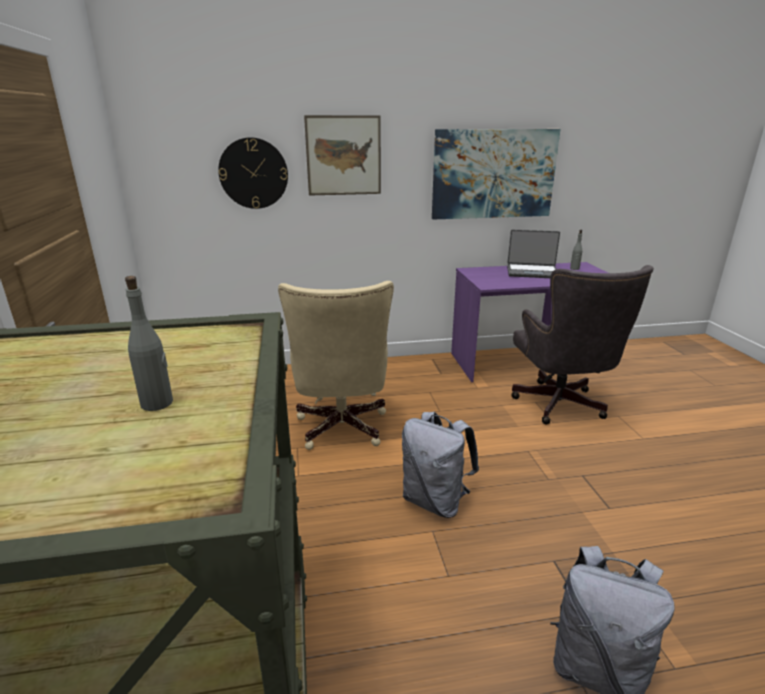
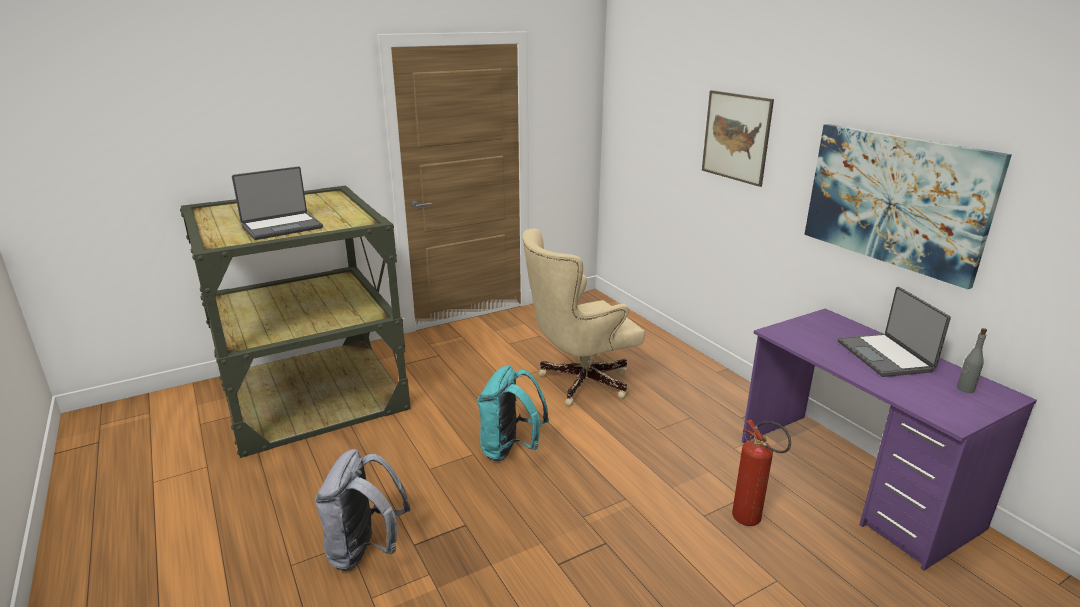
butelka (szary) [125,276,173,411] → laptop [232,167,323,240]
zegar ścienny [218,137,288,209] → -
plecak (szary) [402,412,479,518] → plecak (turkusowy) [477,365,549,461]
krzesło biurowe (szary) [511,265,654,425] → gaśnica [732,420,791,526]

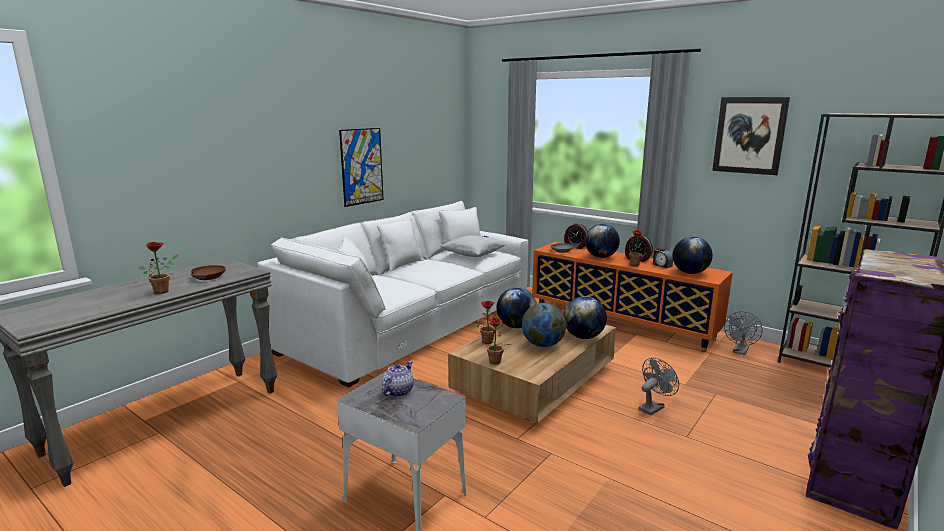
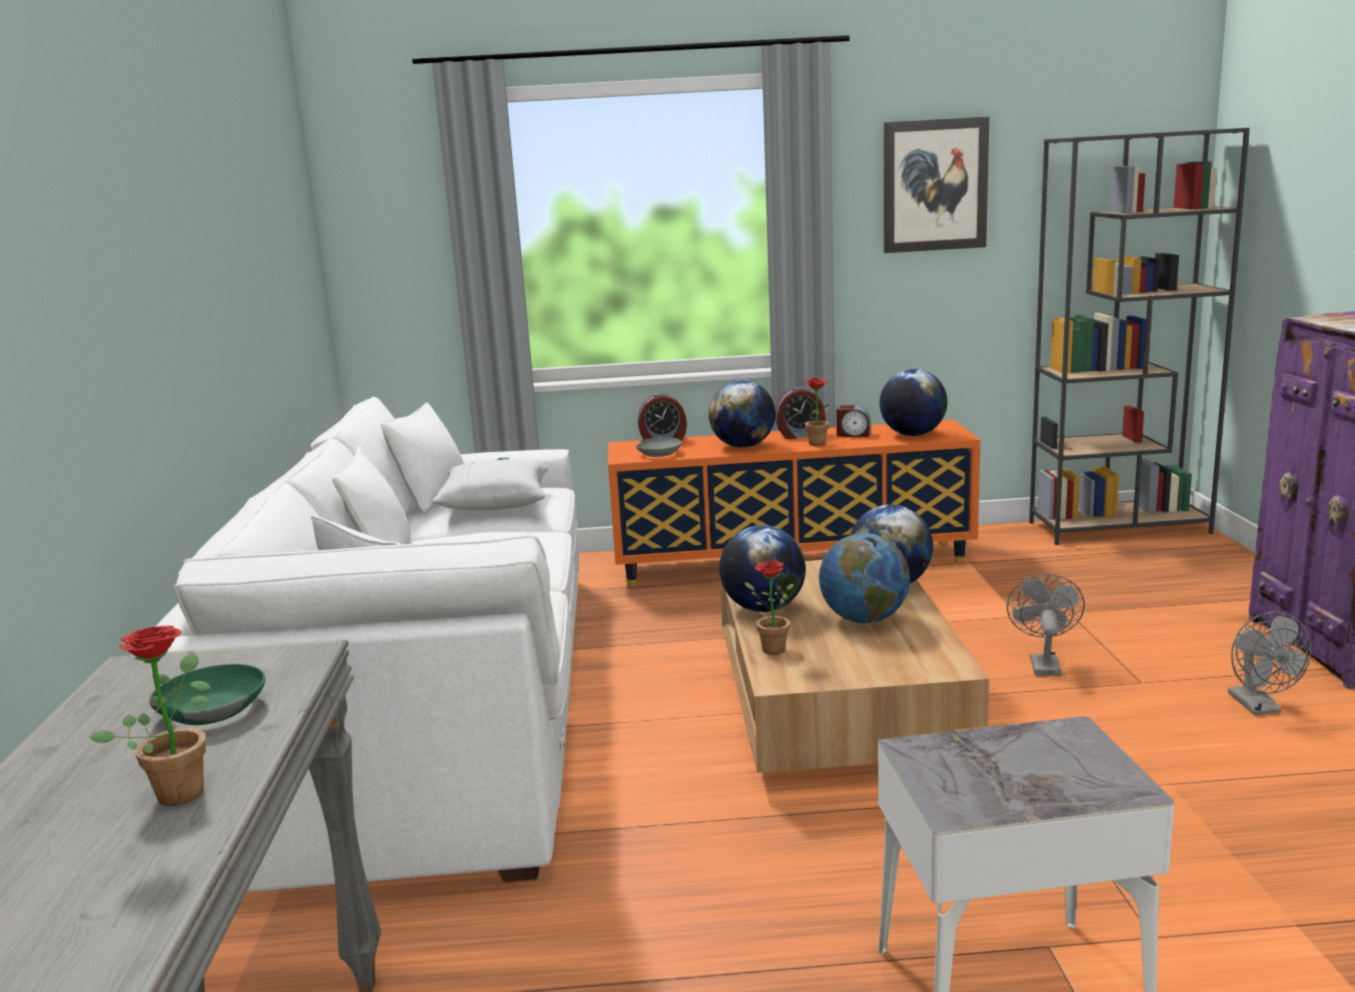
miska (brązowy) [191,265,226,280] → miska (zielony) [149,664,265,725]
obraz [339,128,384,207] → -
imbryk [382,361,414,397] → -
roślina doniczkowa [479,317,511,364] → -
wentylator (szary) [724,311,762,355] → wentylator (szary) [1228,612,1312,715], moved

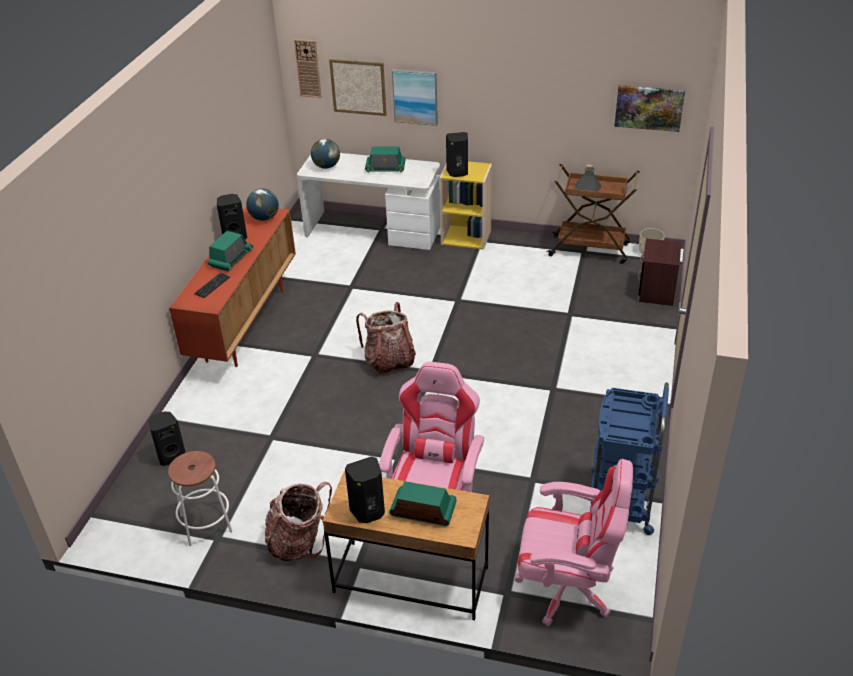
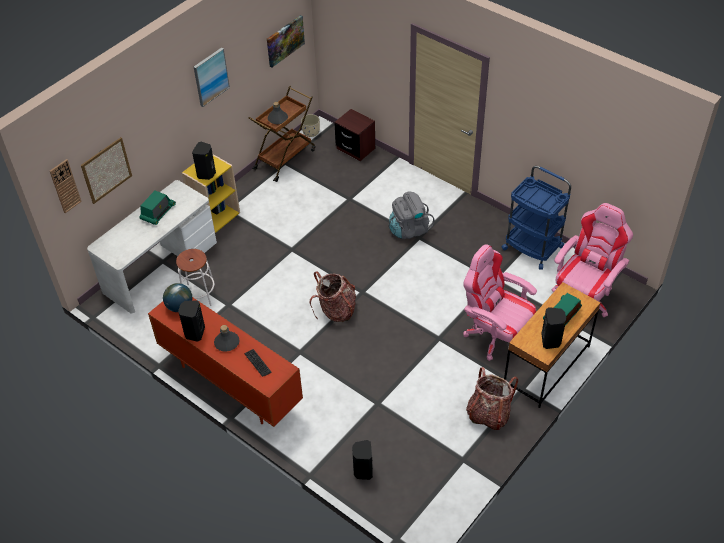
stołek (biały) [168,451,232,546] → stołek (biały) [176,249,215,306], moved
radio [208,231,253,271] → butelka (szary) [214,325,240,352]
globus [311,139,340,169] → -
obraz [392,69,438,126] → obraz [194,48,230,107], moved
- → plecak (szary) [389,191,435,239]

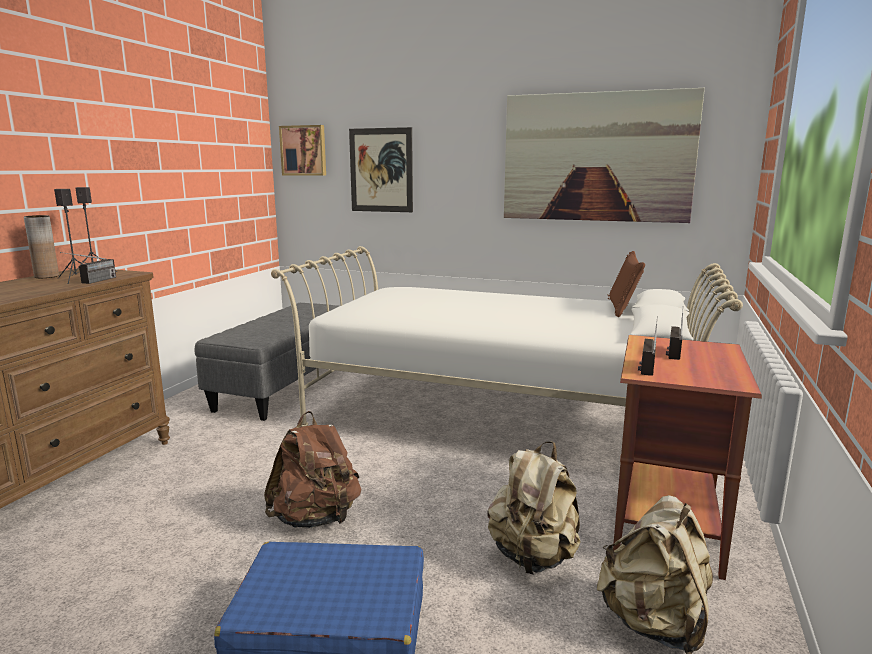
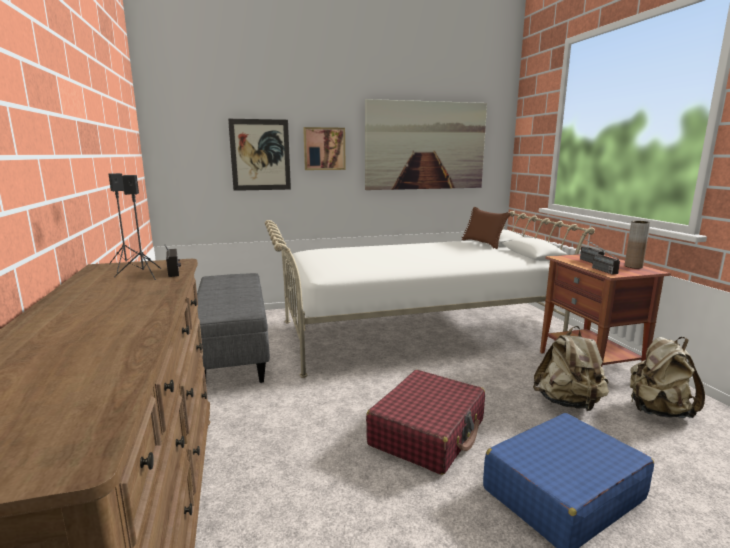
wazon (brązowy) [24,215,59,278] → wazon (brązowy) [625,221,650,269], moved
plecak (brązowy) [264,411,361,528] → walizka (czerwony) [366,370,485,475]
obraz [279,125,326,176] → obraz [303,127,346,170], moved

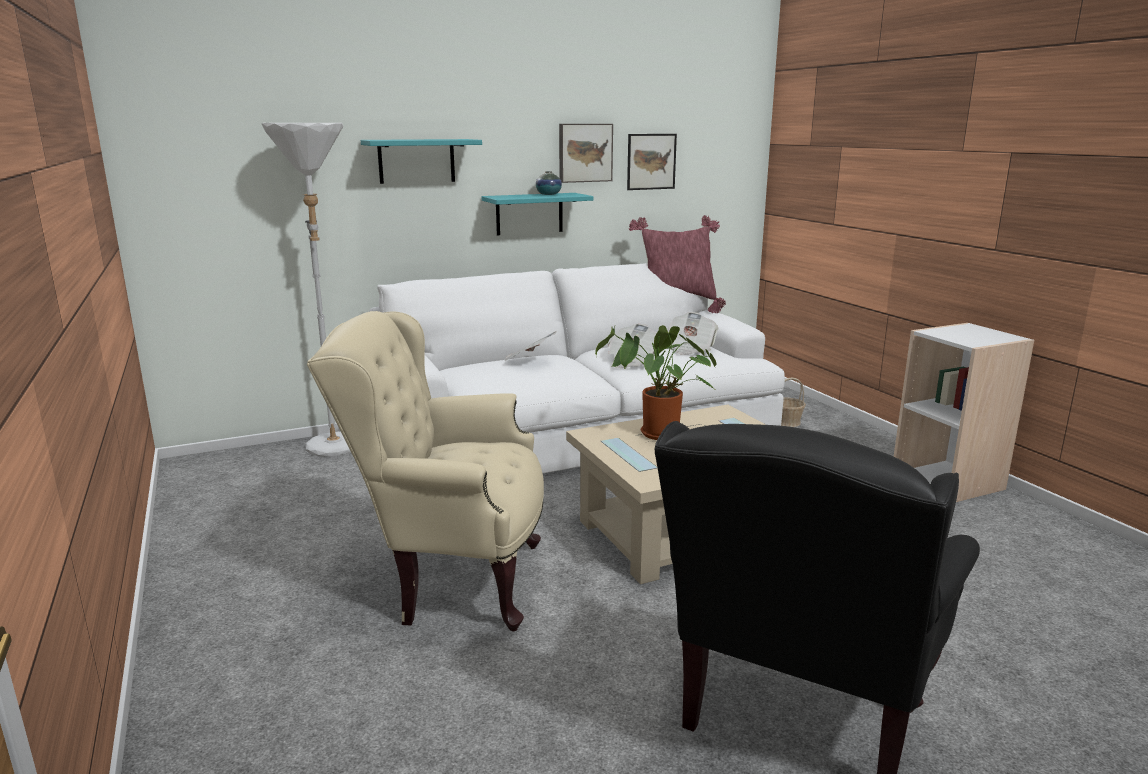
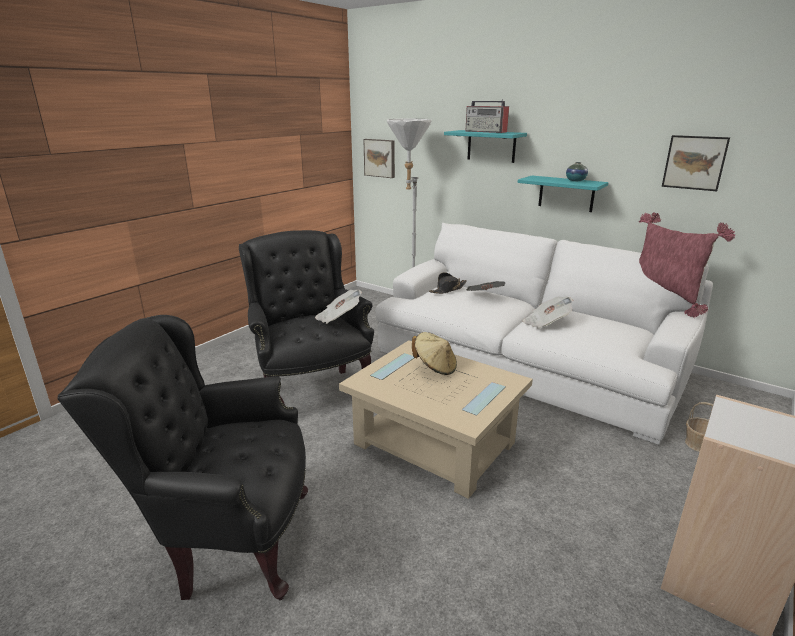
fotel (beżowy) [307,311,544,632] → fotel (czarny) [239,230,374,405]
obraz [559,124,613,183] → obraz [363,139,395,178], moved
roślina doniczkowa [595,325,717,440] → kapelusz (beżowy) [412,332,457,375]
gazeta [667,312,719,355] → gazeta [315,290,362,324], moved
- → kapelusz (czarny) [429,272,467,294]
- → radio [466,99,509,133]

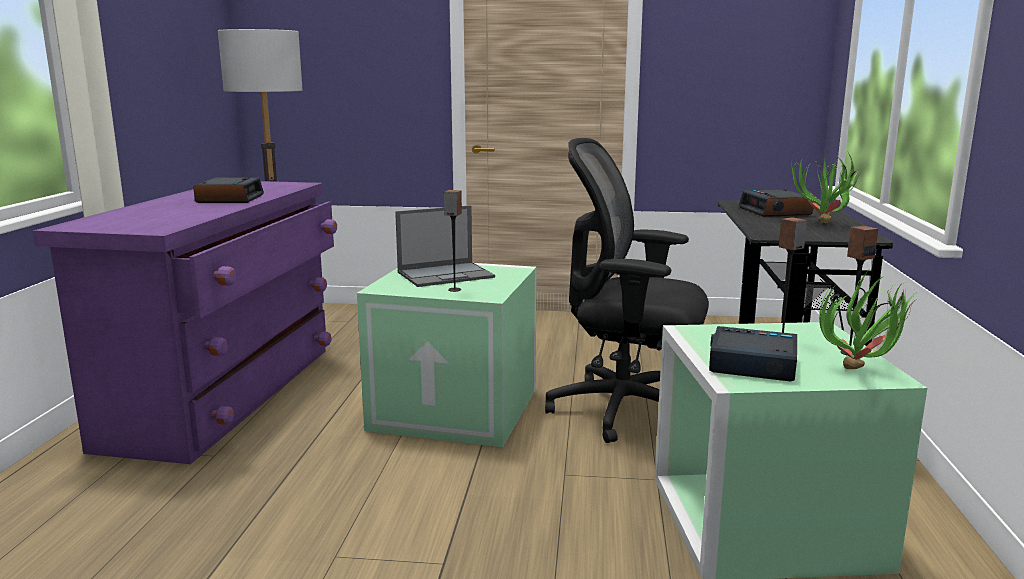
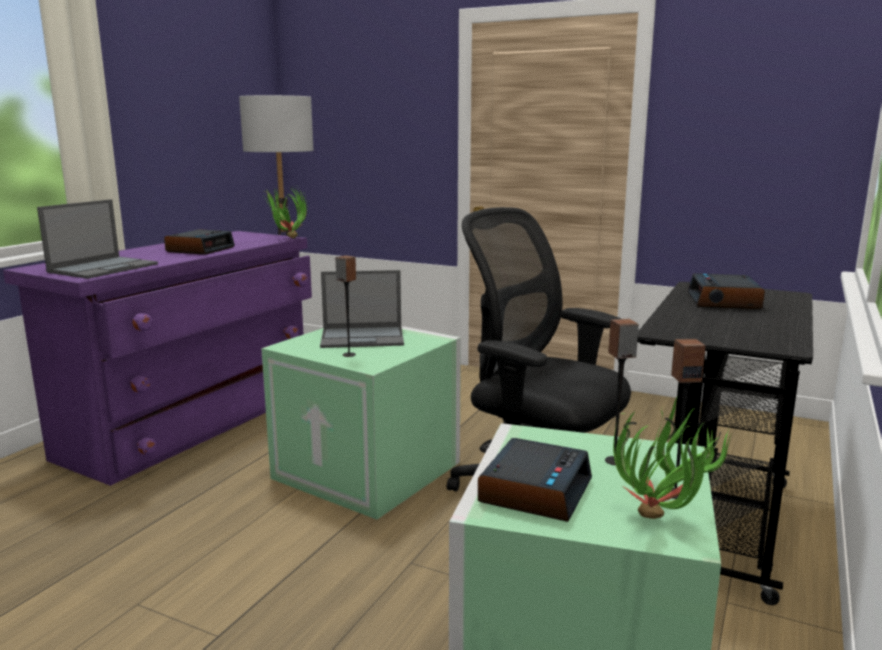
budzik [709,326,797,382] → budzik [478,438,592,522], 75 degrees clockwise
roślina doniczkowa [792,152,861,223] → roślina doniczkowa [262,187,307,238], moved
- → laptop [37,199,158,279]

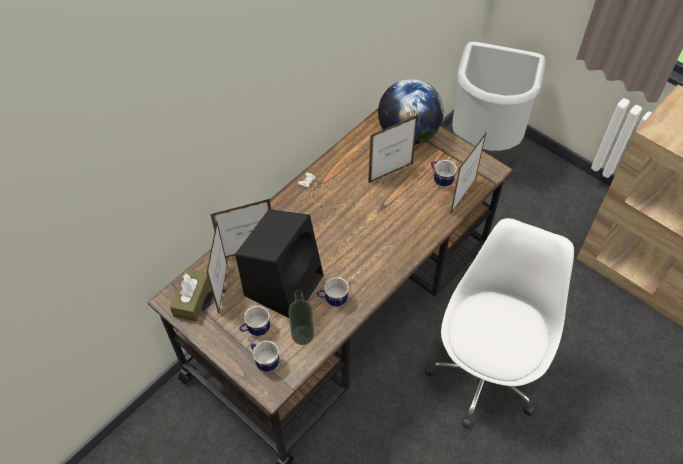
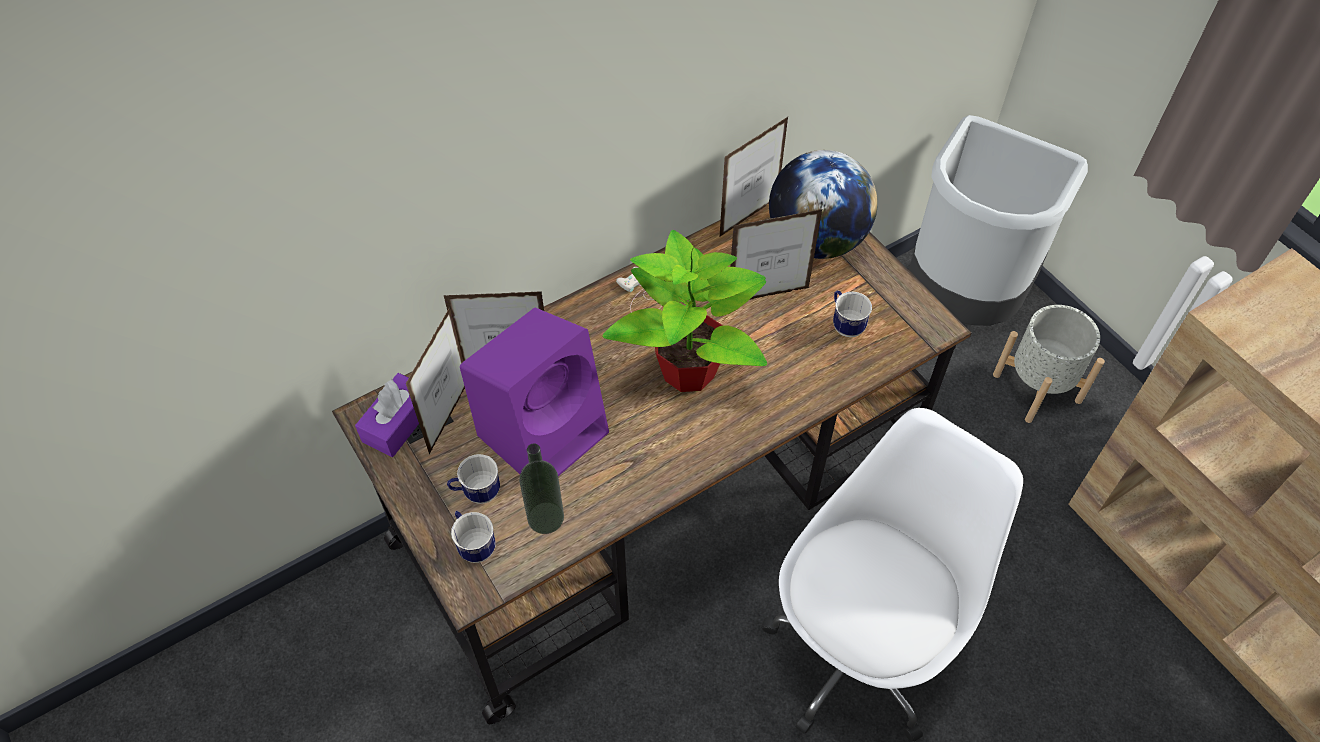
pudełko chusteczek (brązowy) [170,269,210,321] → pudełko chusteczek (fioletowy) [355,373,419,457]
głośnik (czarny) [235,209,324,318] → głośnik (fioletowy) [460,308,609,476]
kubek [317,277,349,307] → -
ramka na zdjęcie [450,133,486,214] → ramka na zdjęcie [720,117,788,237], moved
- → roślina doniczkowa [603,230,767,392]
- → donica (szary) [993,305,1105,423]

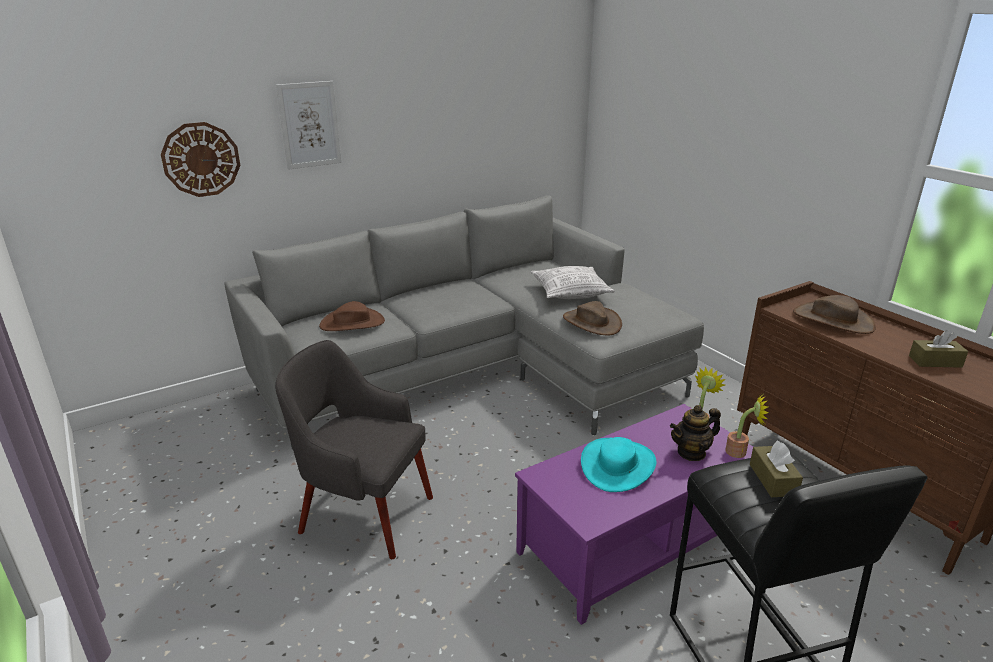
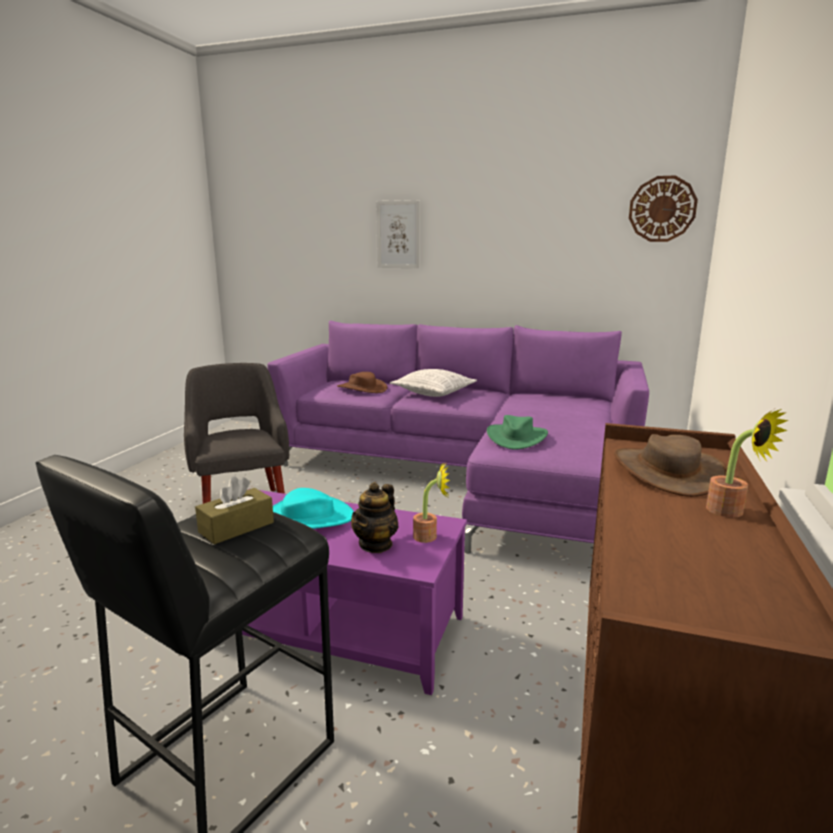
zegar ścienny [161,122,240,197] → zegar ścienny [629,175,698,242], moved
kanapa (szary) [224,195,704,450] → kanapa (fioletowy) [267,320,649,554]
poduszka [531,266,615,299] → poduszka [390,369,477,397], moved
kapelusz (brązowy) [563,301,622,335] → kapelusz (zielony) [487,415,548,449]
imbryk [670,405,721,461] → imbryk [351,482,399,553], 90 degrees counterclockwise
roślina doniczkowa [725,395,768,458] → roślina doniczkowa [706,409,789,518], moved
pudełko chusteczek (brązowy) [909,330,968,368] → -

